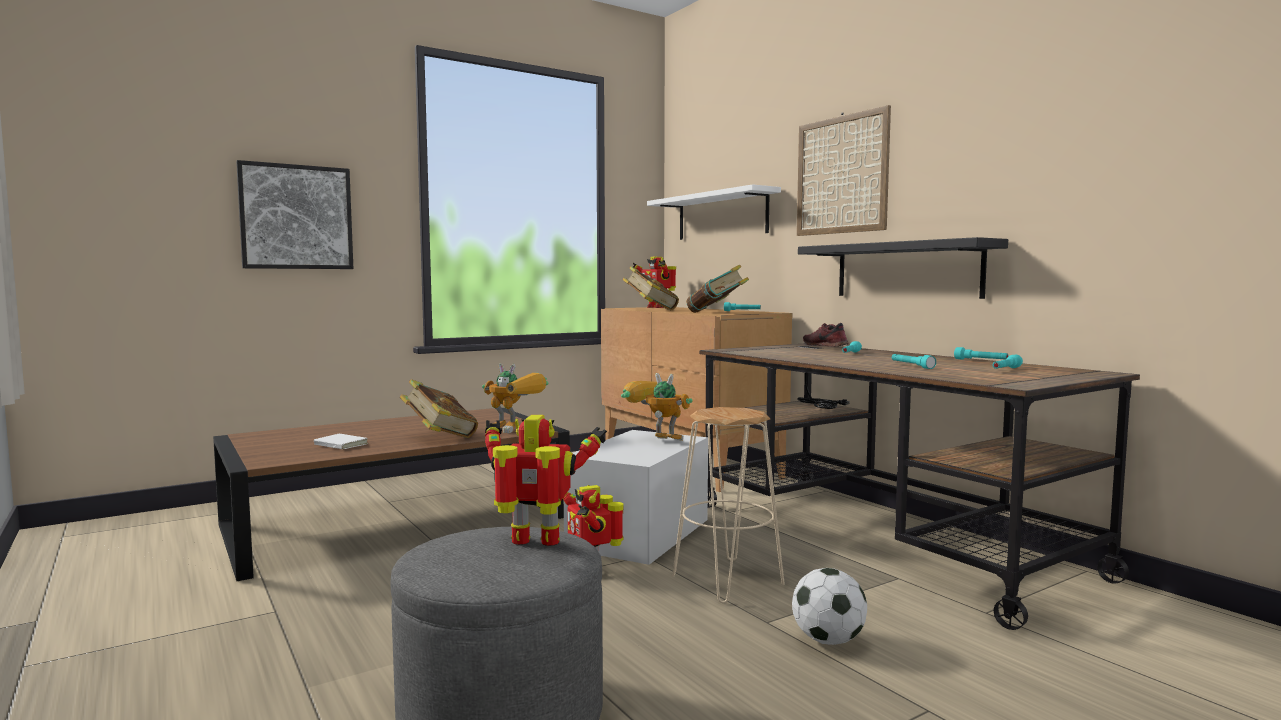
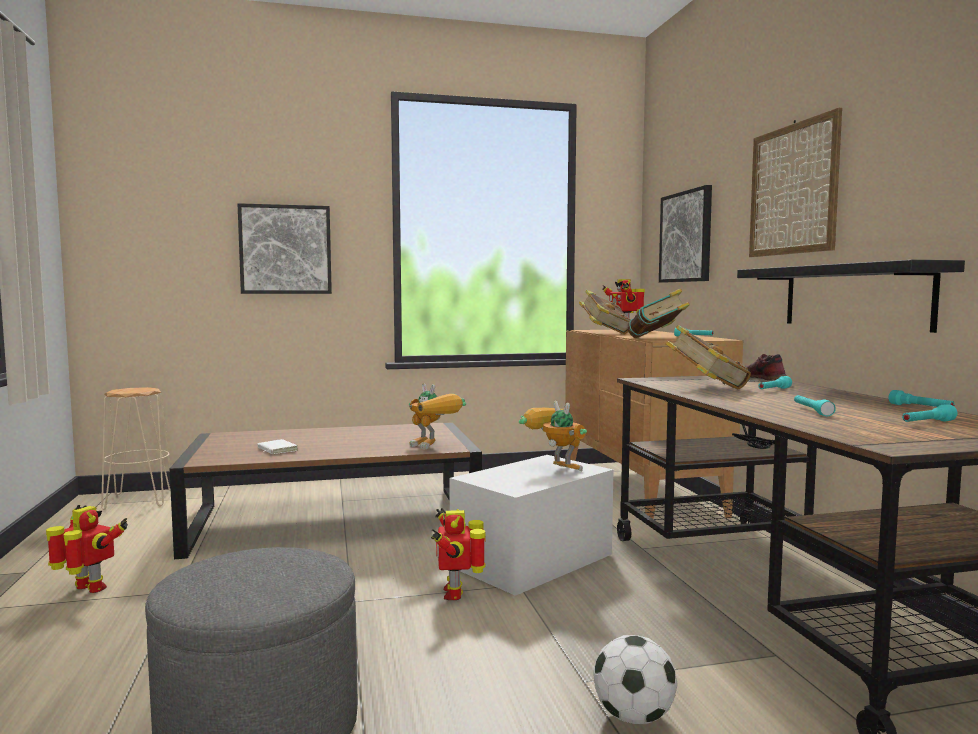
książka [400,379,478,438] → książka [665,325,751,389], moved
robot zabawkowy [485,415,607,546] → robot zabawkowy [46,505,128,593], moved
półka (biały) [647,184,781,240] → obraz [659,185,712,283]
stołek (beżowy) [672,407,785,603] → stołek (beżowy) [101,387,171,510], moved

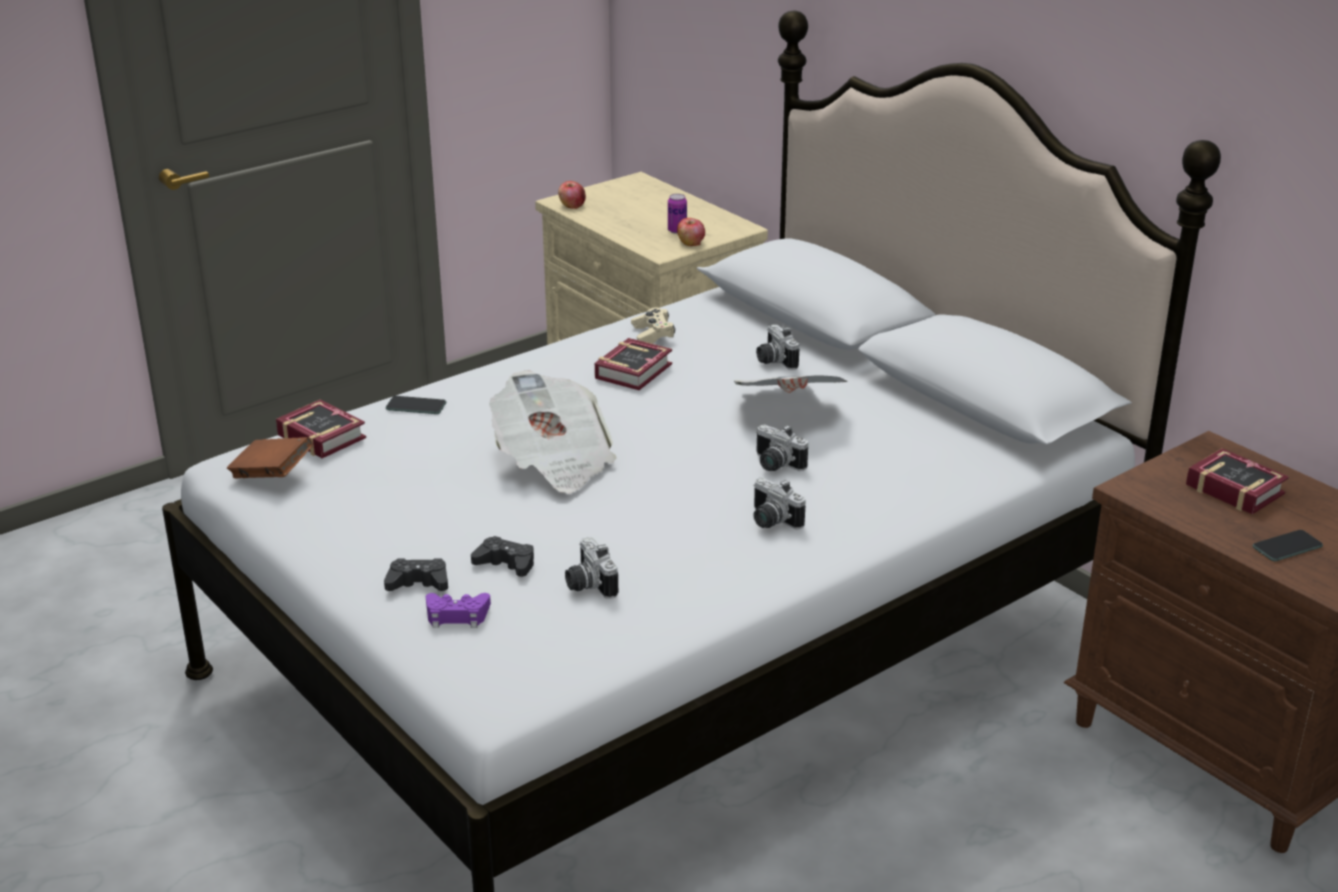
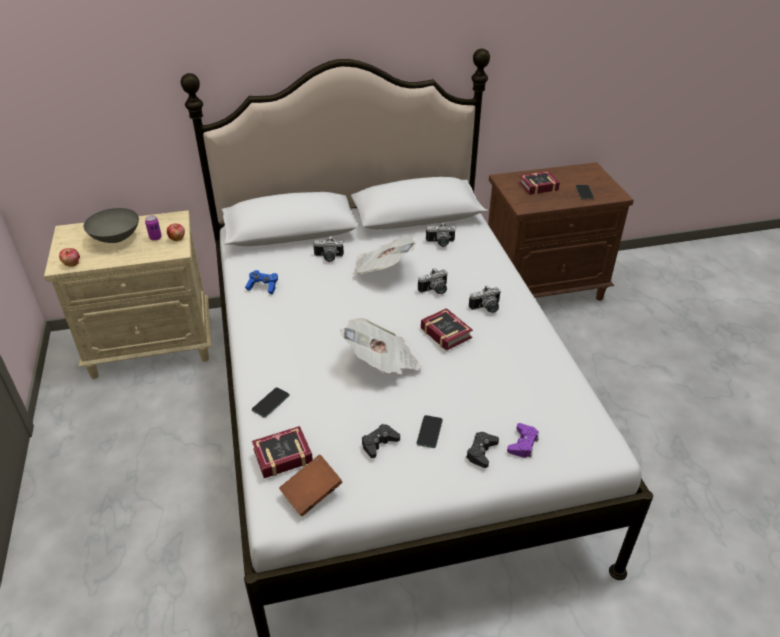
pad do gier (czarny) [471,536,534,577] → pad do gier (czarny) [362,424,400,458], moved
aparat fotograficzny [565,537,618,599] → aparat fotograficzny [426,223,455,247], moved
książka [595,338,672,390] → książka [421,308,473,351], moved
pad do gier (beżowy) [631,308,675,344] → pad do gier (niebieski) [245,270,278,294]
- → miska (szary) [84,208,139,243]
- → telefon [417,415,443,448]

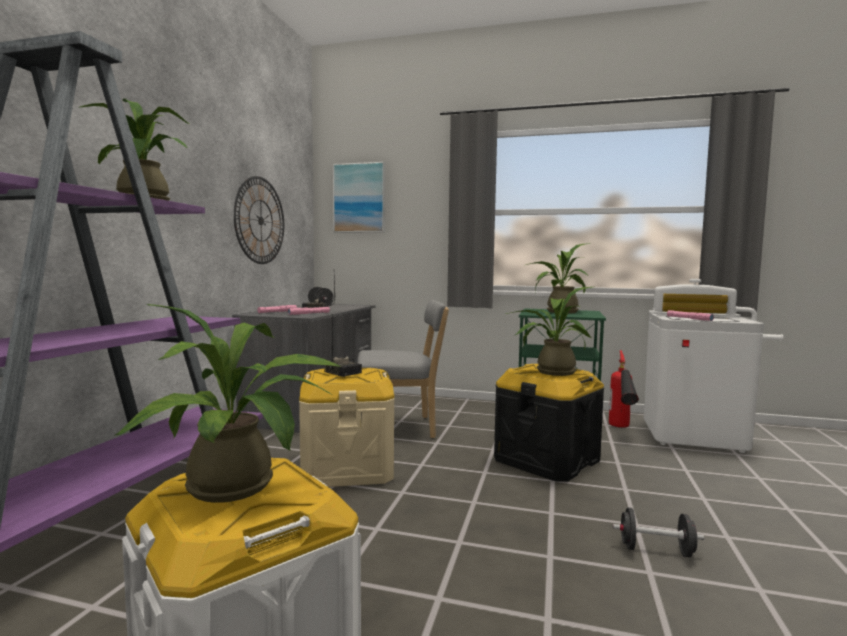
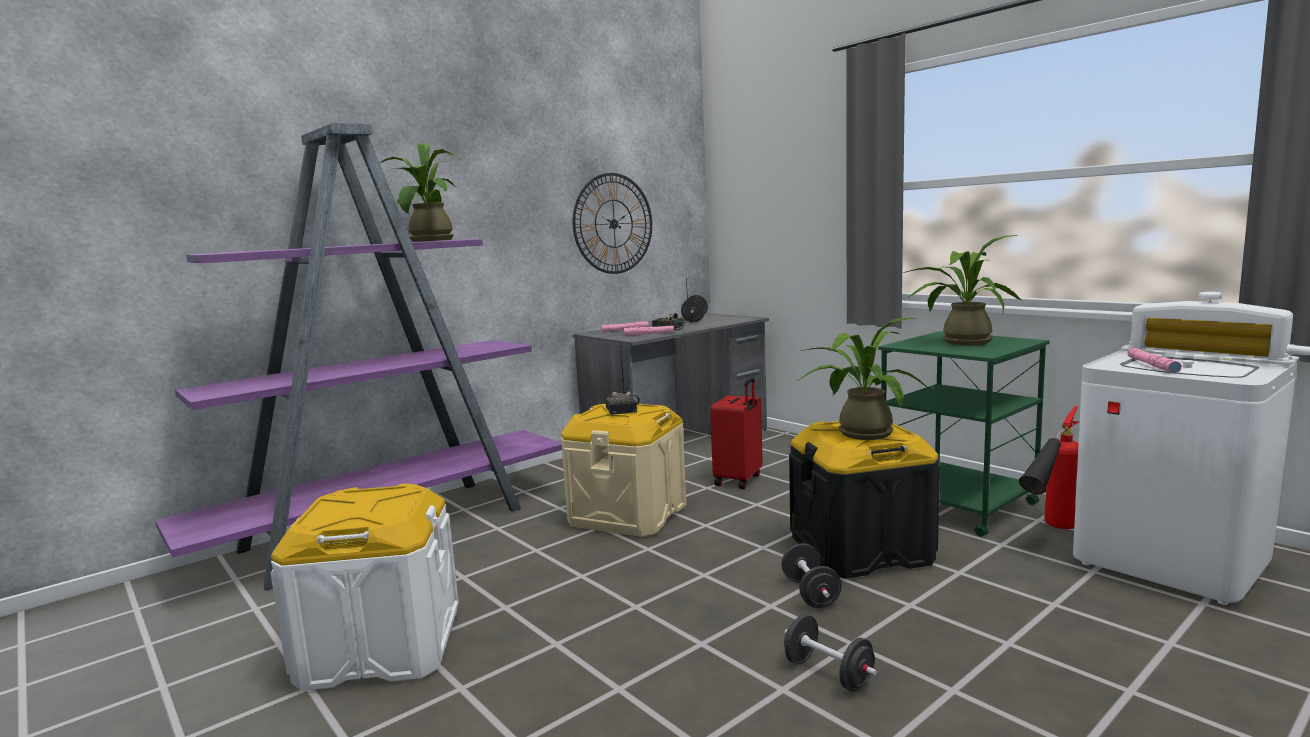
roślina doniczkowa [115,304,341,503] → -
obraz [333,162,385,233] → -
krzesło (szary) [357,300,449,438] → walizka (czerwony) [710,378,763,489]
- → hantel (czarny) [781,543,842,608]

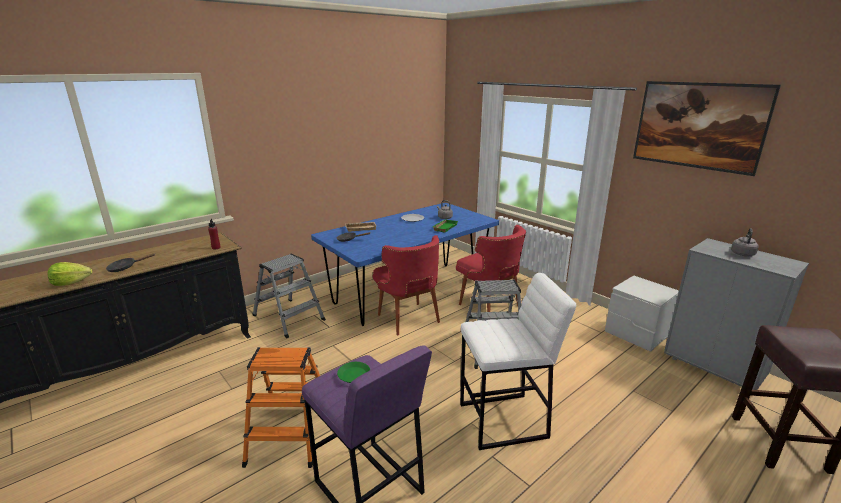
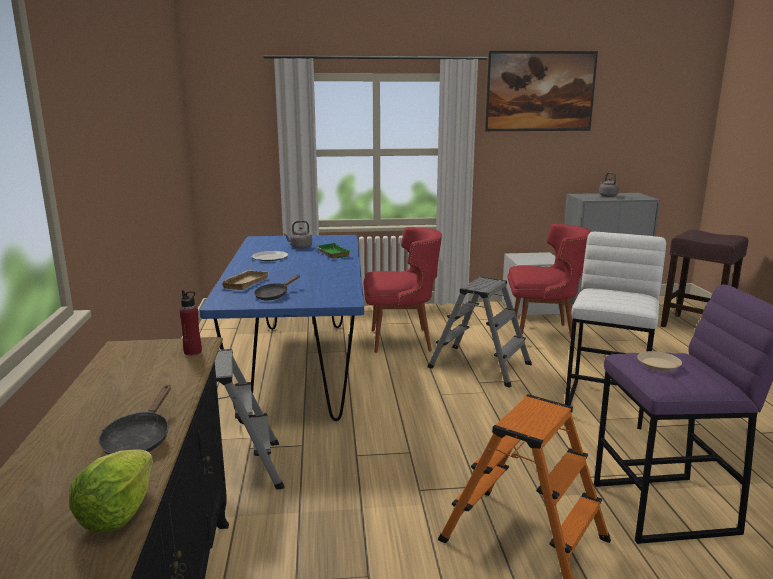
talerz (zielony) [337,362,370,383] → talerz (beżowy) [637,351,682,371]
krzesło (czerwony) [373,235,440,335] → krzesło (czerwony) [508,224,591,346], moved

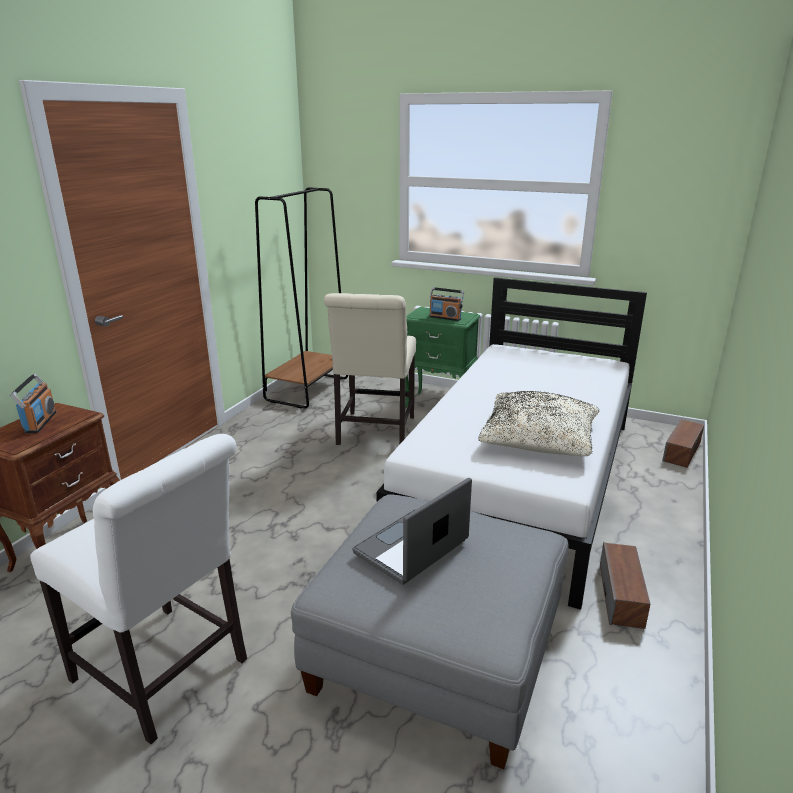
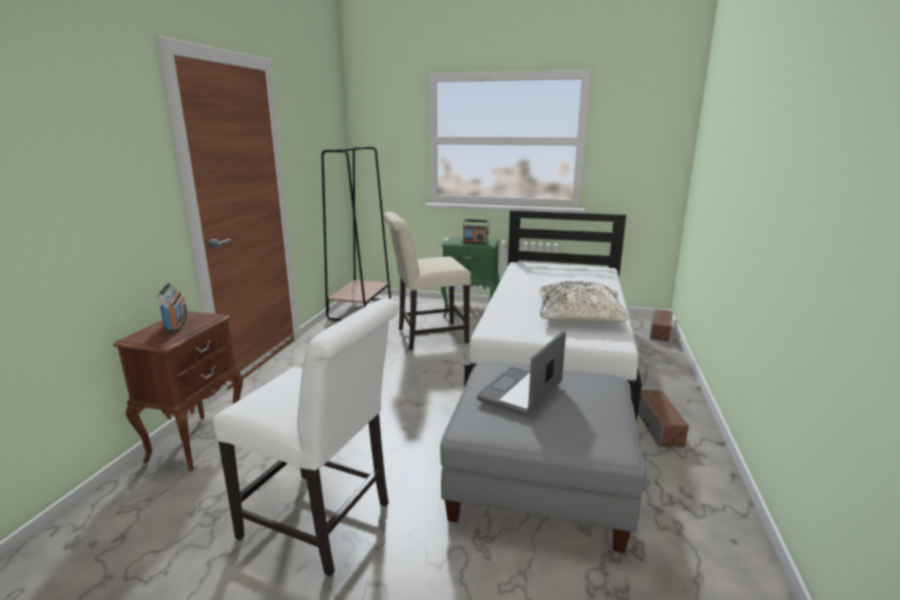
krzesło (beżowy) [324,293,416,445] → krzesło (beżowy) [383,212,471,350], 75 degrees clockwise

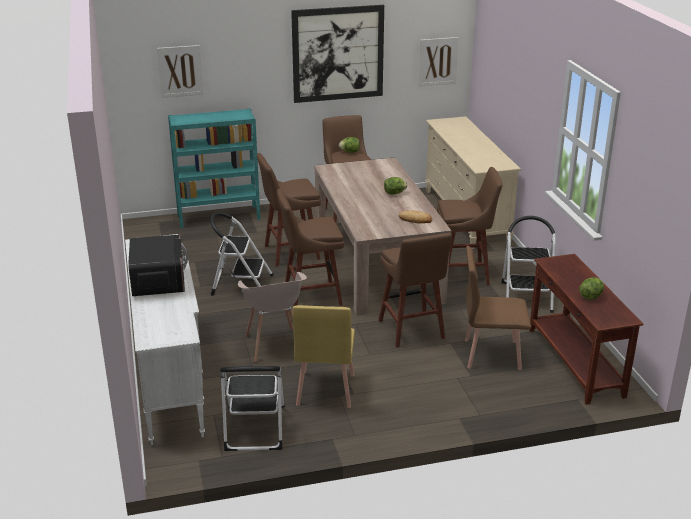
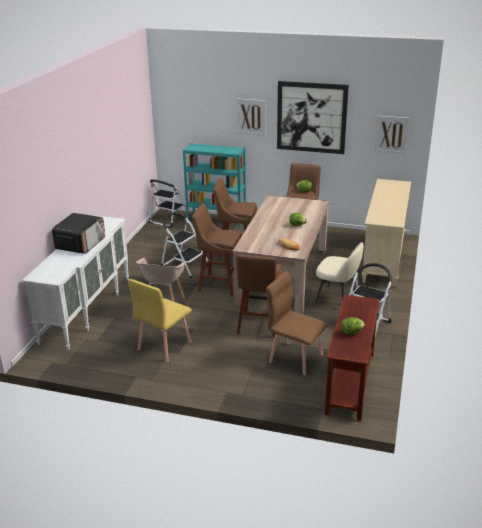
obraz [157,45,203,98] → obraz [236,98,266,136], moved
drabinka [220,366,285,451] → drabinka [149,179,190,228], moved
stołek (brązowy) [437,167,502,286] → krzesło (beżowy) [315,242,364,304]

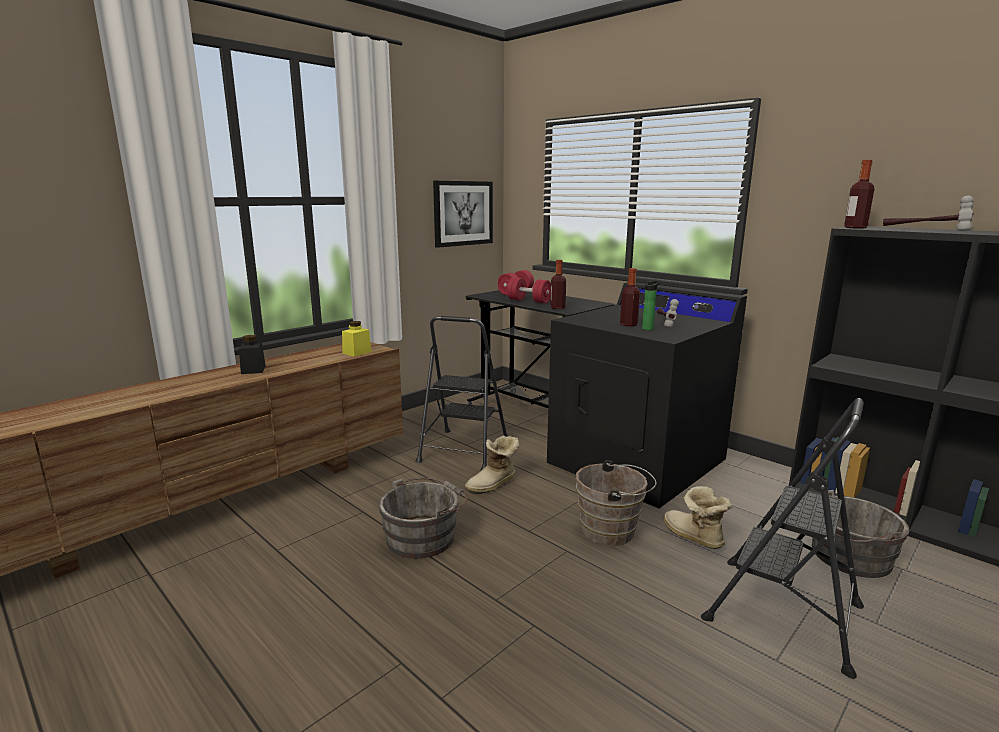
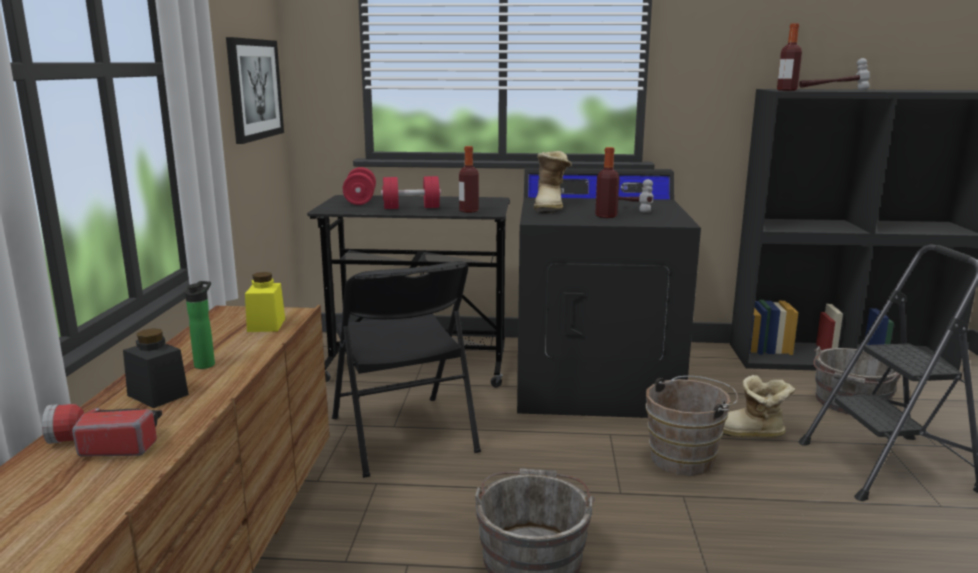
drabinka (czarny) [415,316,508,471] → krzesło (czarny) [332,261,481,478]
but z cholewką [465,435,519,494] → but z cholewką [534,151,572,213], moved
butelka [642,281,661,330] → butelka [185,281,215,369], moved
- → latarka [42,404,162,456]

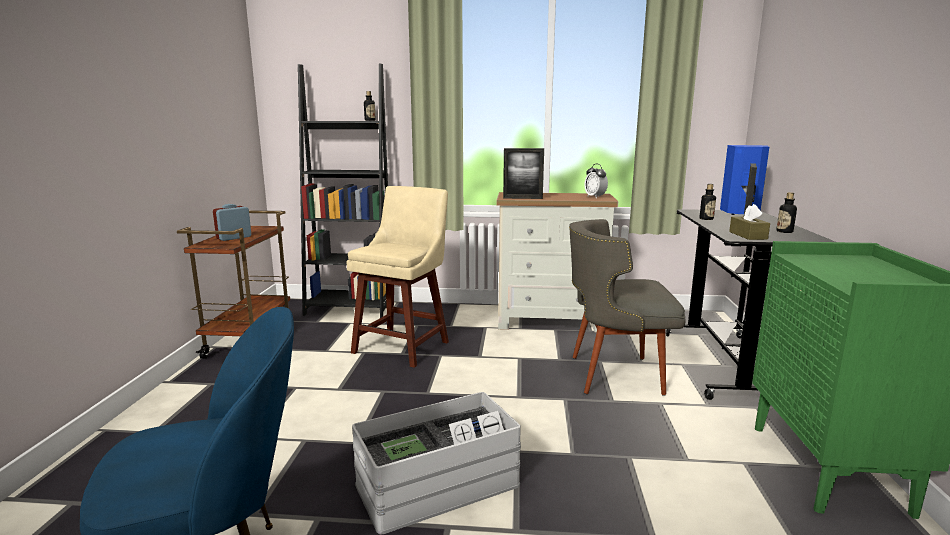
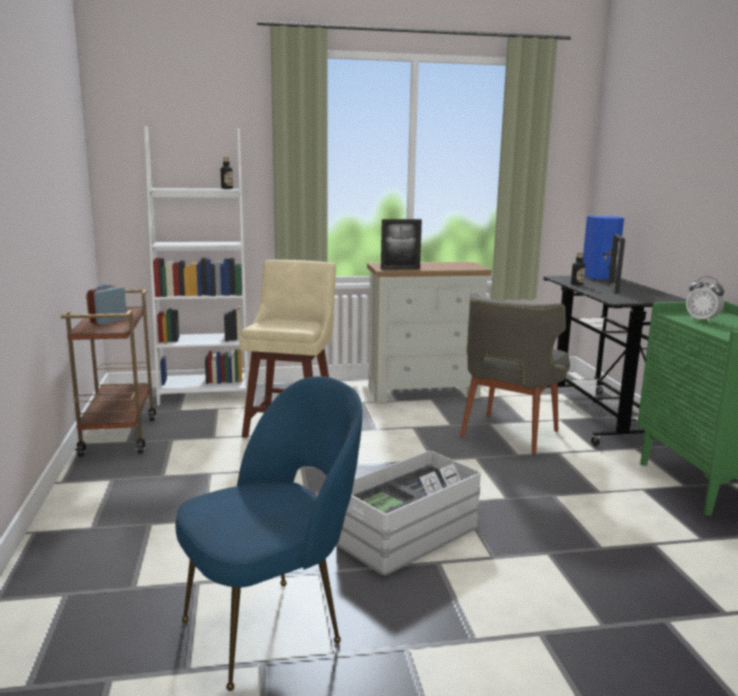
regał (czarny) [298,63,388,318] → regał (biały) [144,126,248,405]
krzesło (szary) [569,219,686,396] → krzesło (szary) [460,293,570,455], 45 degrees counterclockwise
budzik [584,164,608,198] → budzik [686,276,724,323], moved
pudełko chusteczek (brązowy) [729,204,770,240] → -
butelka [776,192,797,233] → -

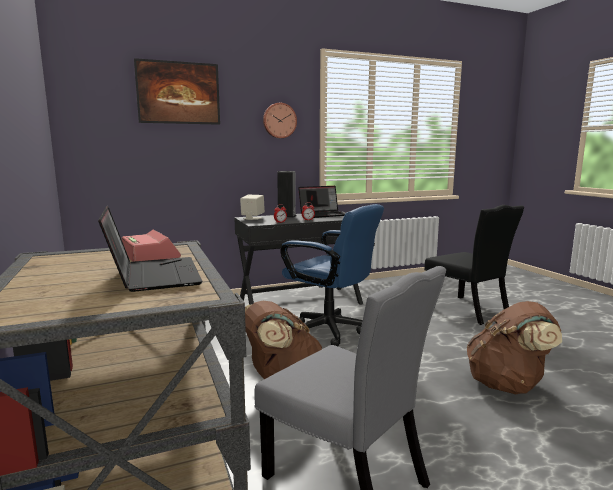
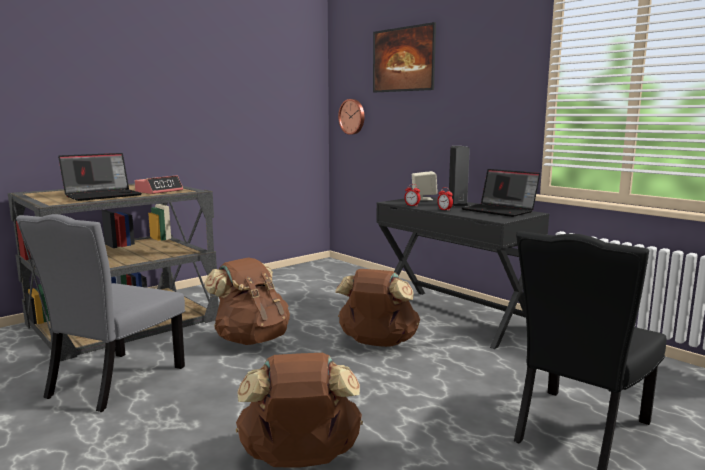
zegar ścienny [263,103,297,138] → zegar ścienny [338,99,365,135], moved
krzesło biurowe (niebieski) [280,204,384,346] → plecak (brązowy) [335,269,420,347]

